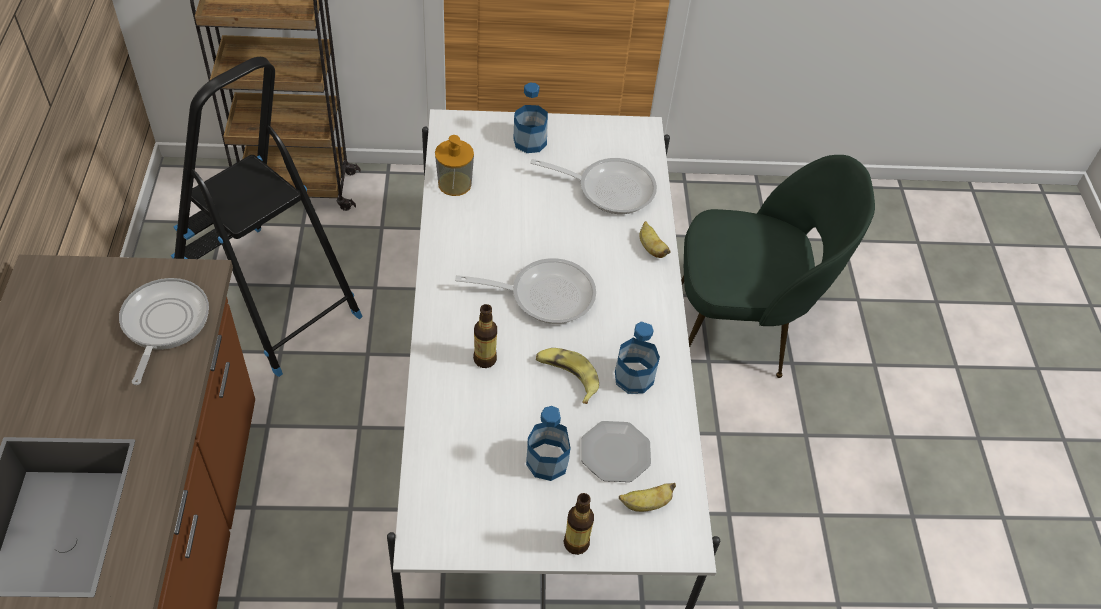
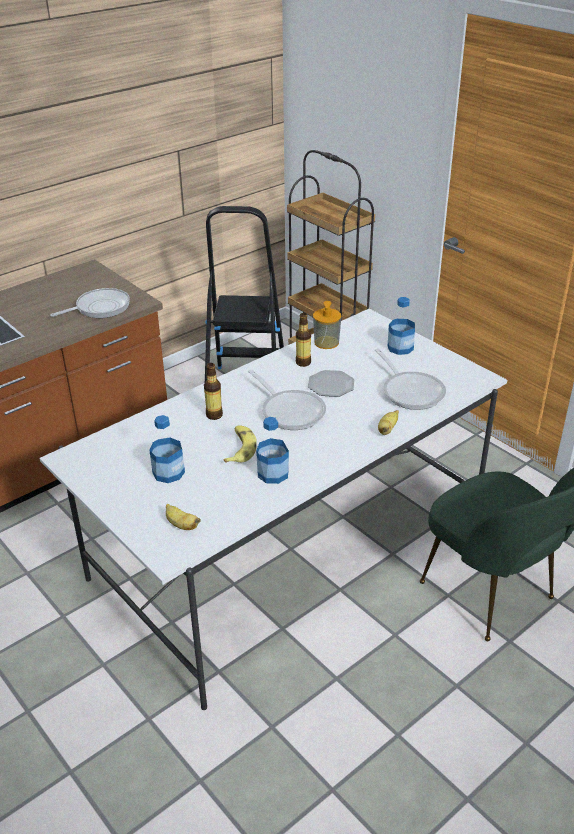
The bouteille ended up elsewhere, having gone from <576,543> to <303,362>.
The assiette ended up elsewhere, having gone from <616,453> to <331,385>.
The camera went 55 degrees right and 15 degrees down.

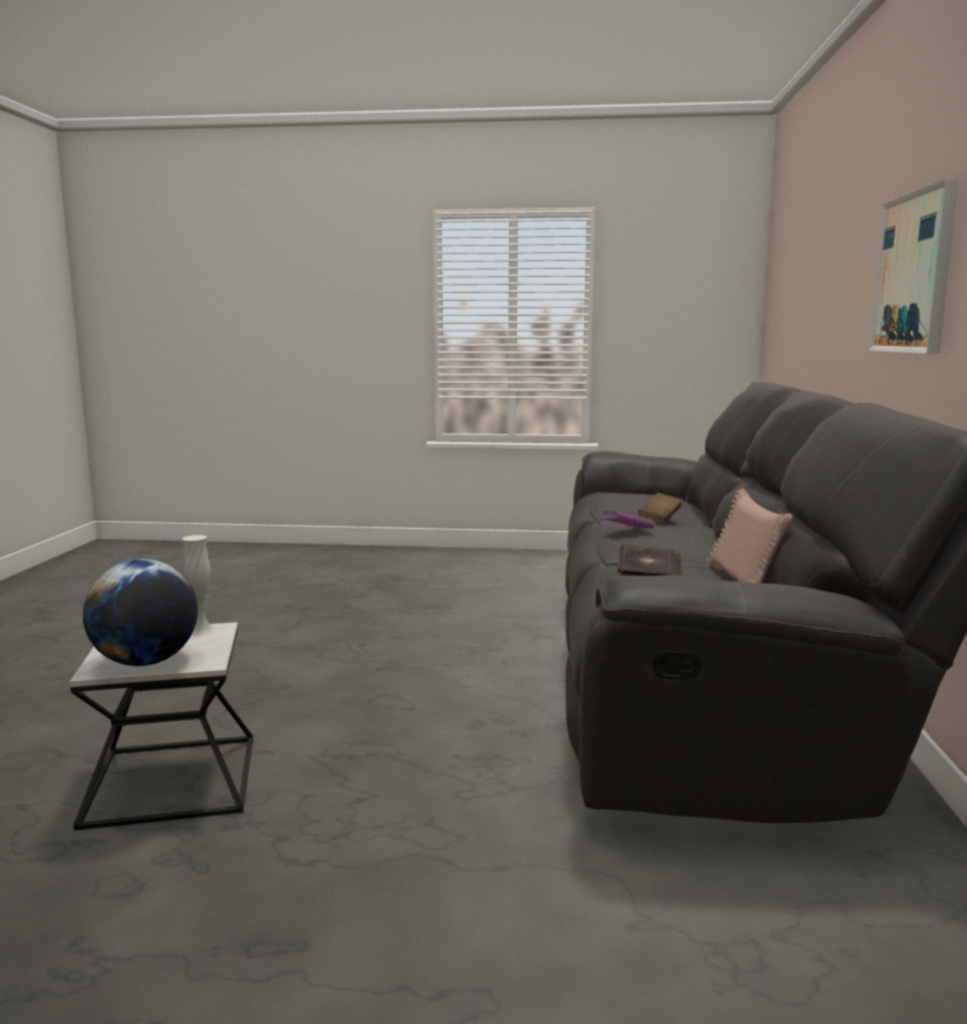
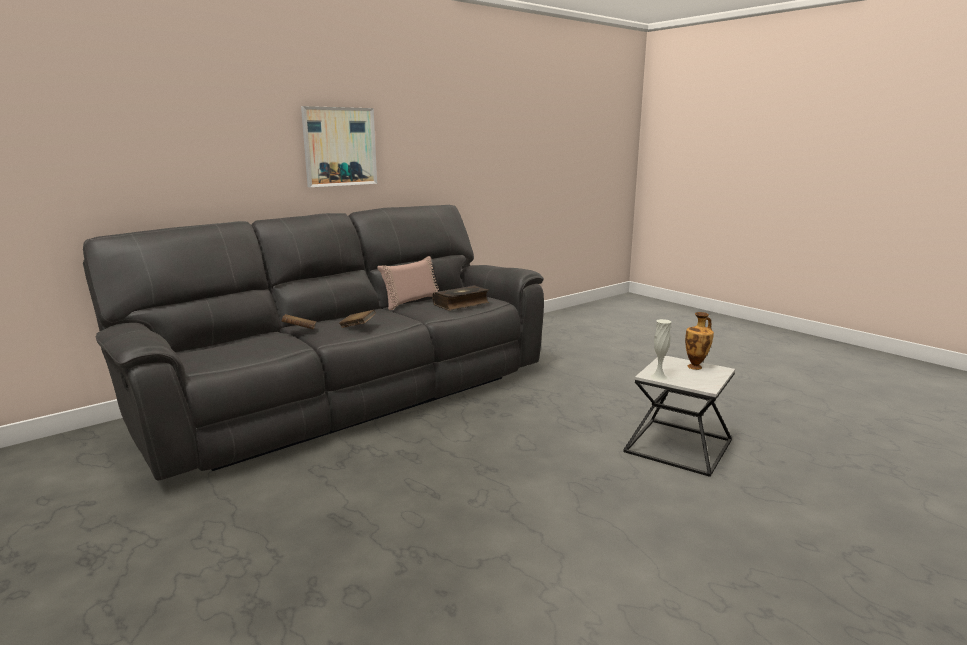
Where the globe stood at <146,662>, the vase came to stand at <696,367>.
What was the livre/violet at <627,531> turned into the livre/marron at <357,327>.
The camera went 135 degrees left and 5 degrees up.

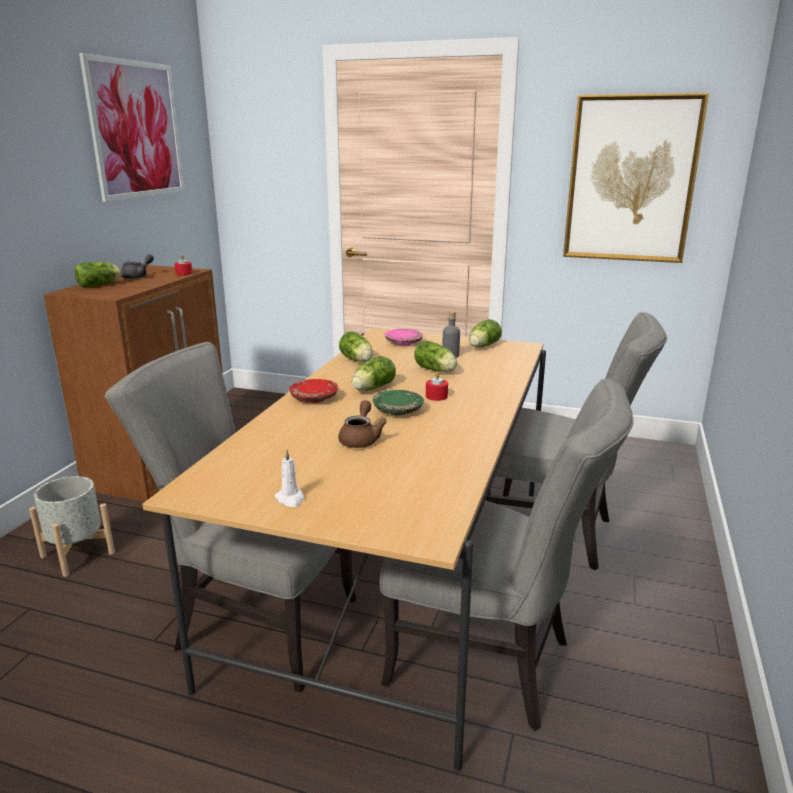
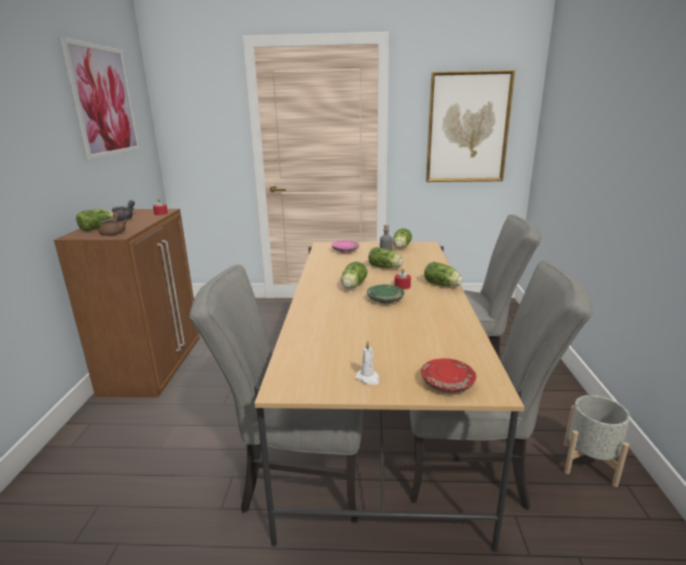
The cache-pot/gris ended up elsewhere, having gone from <77,554> to <588,463>.
The assiette/rouge ended up elsewhere, having gone from <314,398> to <447,383>.
The théière/marron ended up elsewhere, having gone from <361,439> to <114,232>.
The laitue ended up elsewhere, having gone from <357,360> to <443,285>.
The camera went 15 degrees left and 0 degrees up.

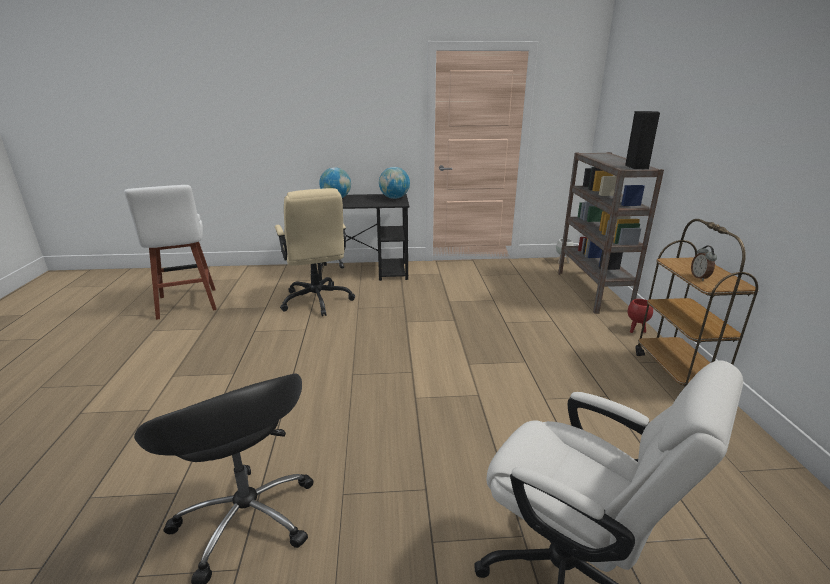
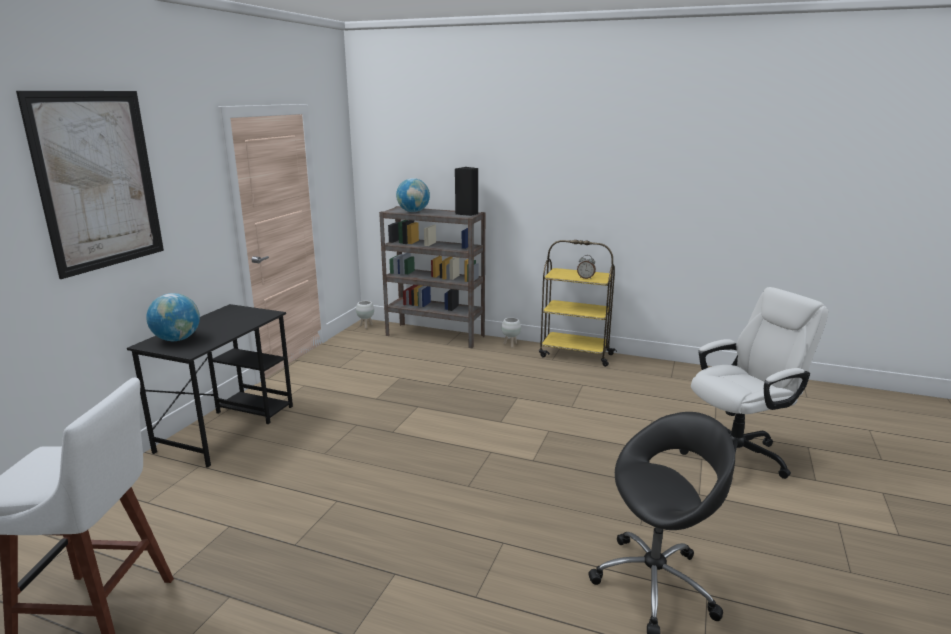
The second view lost the chaise de bureau/beige at <318,302>.
The second view gained the tableau at <98,181>.
The globe ended up elsewhere, having gone from <394,198> to <413,212>.
What was the cache-pot/rouge at <636,330> turned into the cache-pot/blanc at <511,345>.
What was the chariot/marron at <676,375> turned into the chariot/jaune at <575,355>.
The camera went 65 degrees left and 5 degrees down.

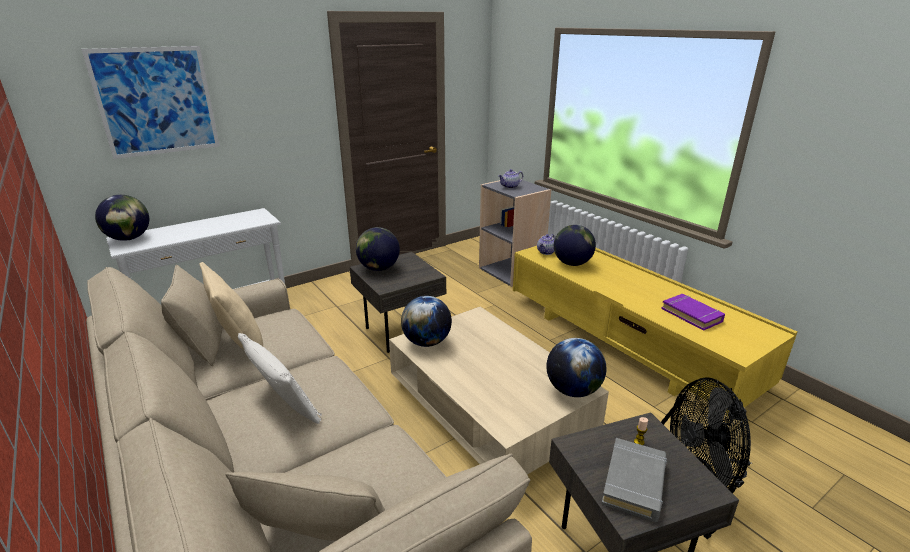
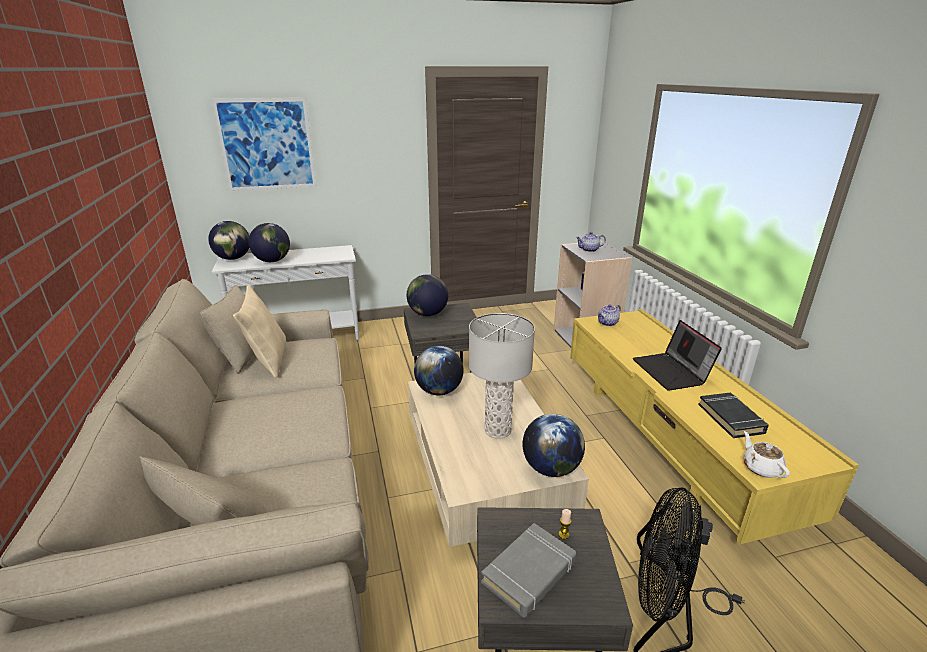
The second view lost the coussin/blanc at <283,403>.
The second view gained the lampe de table/blanc at <498,430>.
The second view gained the ordinateur portable at <672,372>.
The second view gained the théière/blanc at <761,468>.
The globe ended up elsewhere, having gone from <572,263> to <272,261>.
What was the livre/violet at <692,315> turned into the livre/noir at <731,418>.
The camera went 20 degrees right and 0 degrees up.

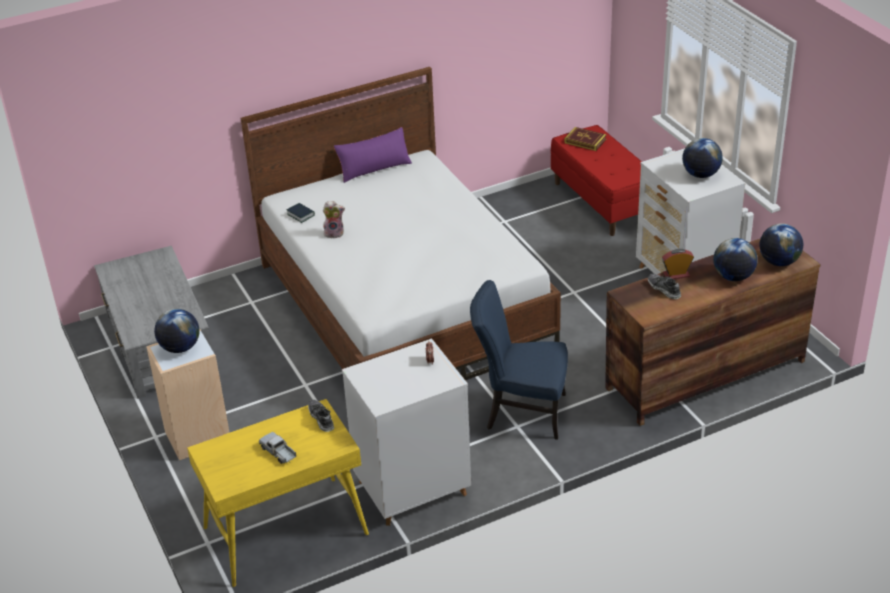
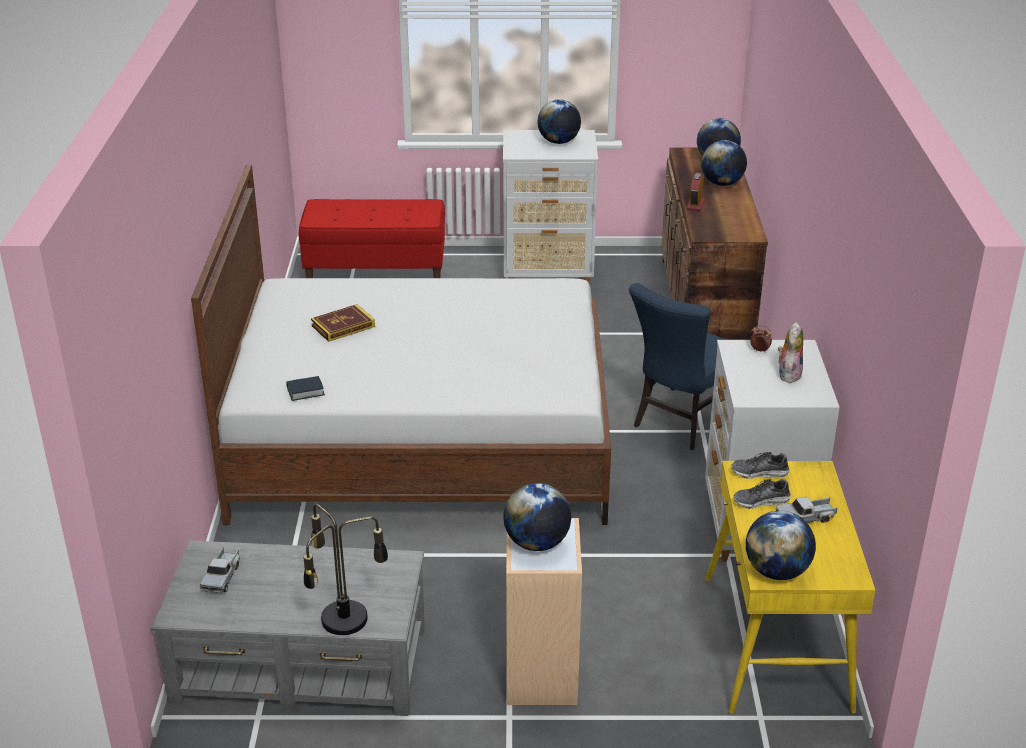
The second view lost the coussin/violet at <374,169>.
The second view gained the camion jouet at <222,576>.
The second view gained the lampe de table at <344,618>.
The second view gained the globe at <777,571>.
The peluche ended up elsewhere, having gone from <334,233> to <788,374>.
The livre ended up elsewhere, having gone from <585,141> to <343,326>.
The chaussure ended up elsewhere, having gone from <664,289> to <761,501>.
The camera went 65 degrees left and 5 degrees down.

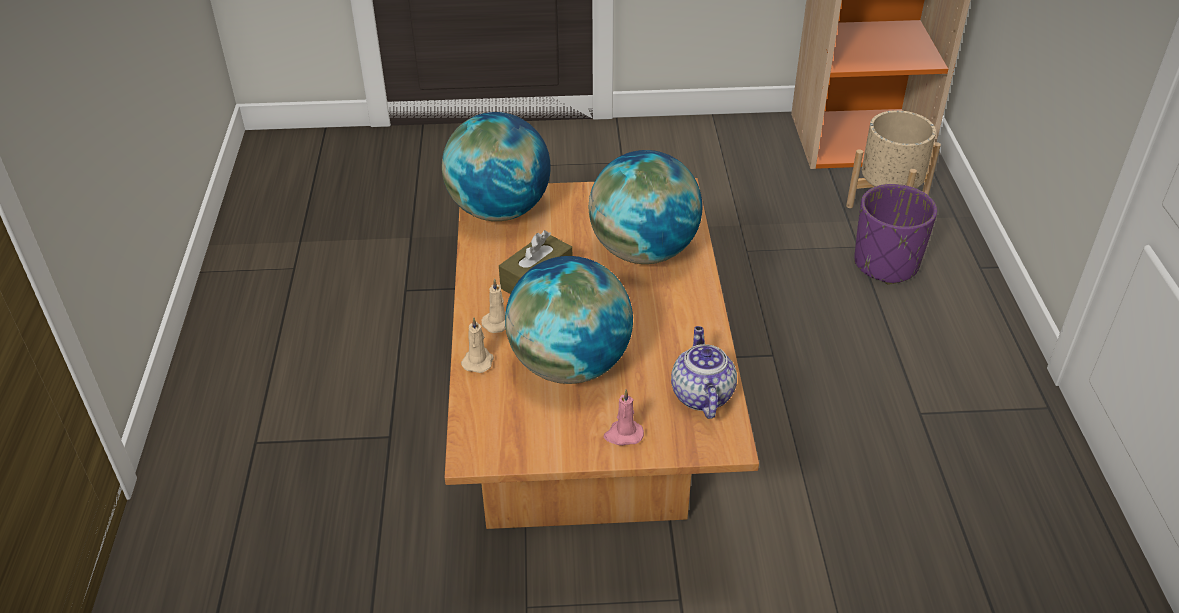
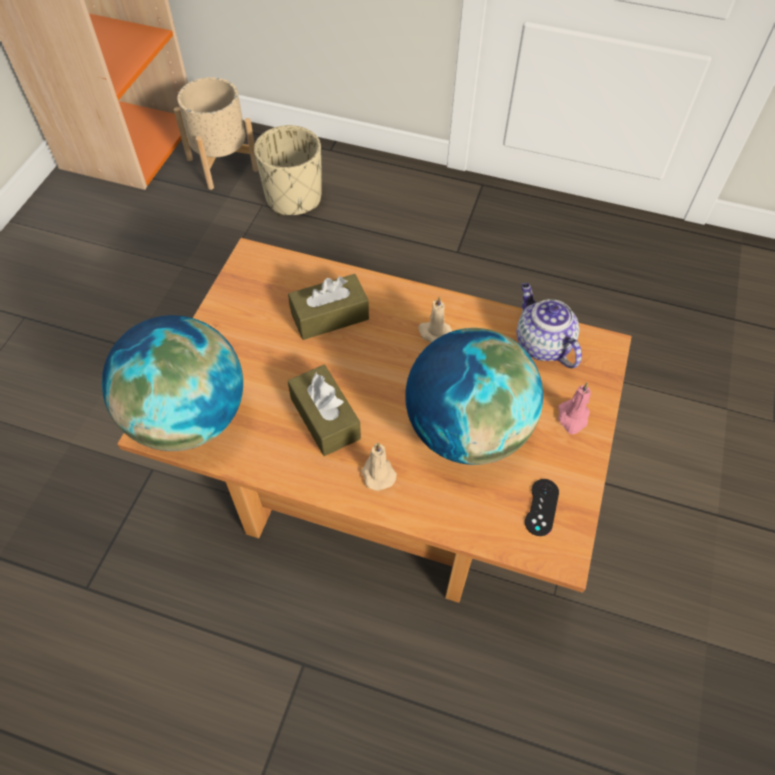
The second view gained the manette/noir at <541,507>.
The bougie/beige ended up elsewhere, having gone from <478,361> to <434,333>.
Where the globe stood at <644,251>, the boîte à mouchoirs/marron came to stand at <329,316>.
What was the cache-pot/violet at <886,264> turned into the cache-pot/beige at <294,198>.
The théière at <701,394> ended up facing another way, 45 degrees clockwise from before.
The camera went 70 degrees left and 15 degrees up.

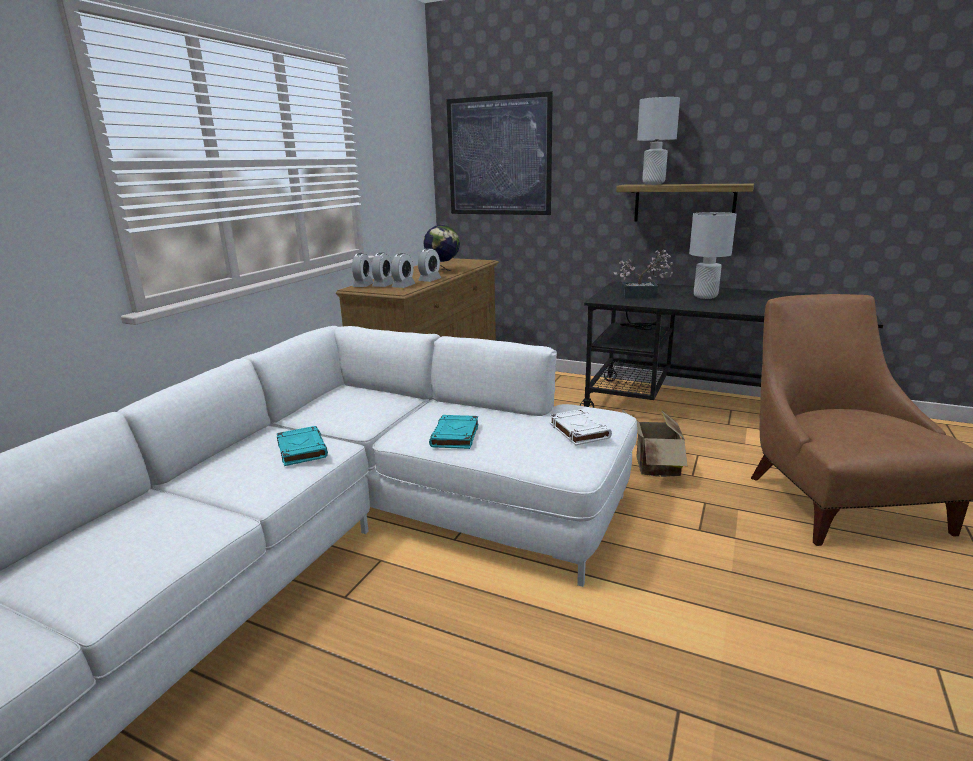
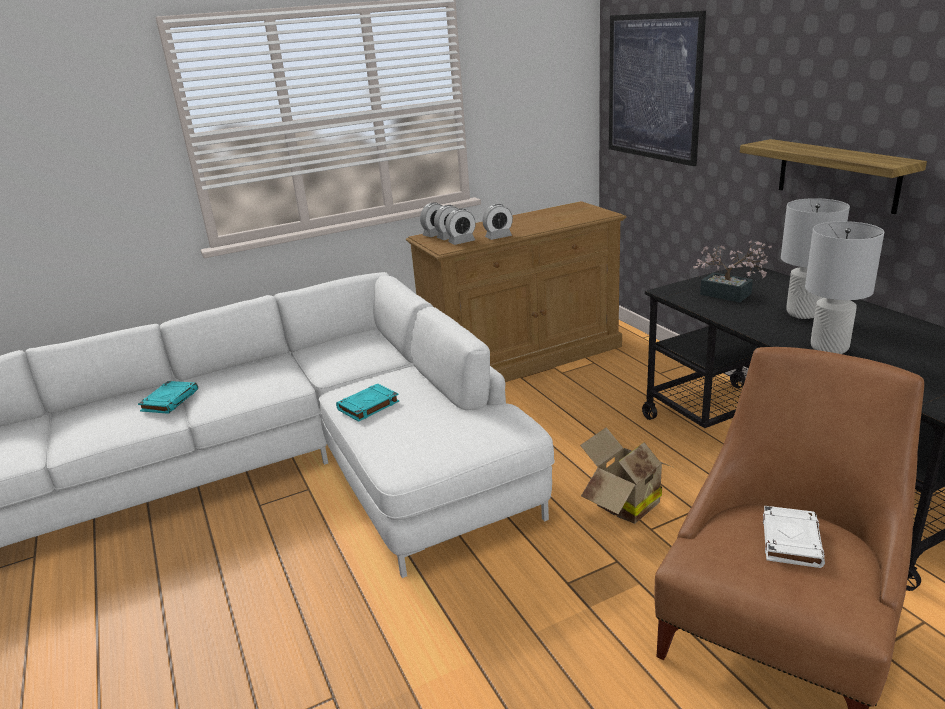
The second view lost the globe at <443,271>.
The livre/turquoise ended up elsewhere, having gone from <301,449> to <170,400>.
The livre/blanc ended up elsewhere, having gone from <578,430> to <790,540>.
The lampe de table/gris ended up elsewhere, having gone from <653,184> to <828,351>.
The camera went 40 degrees right and 5 degrees up.

